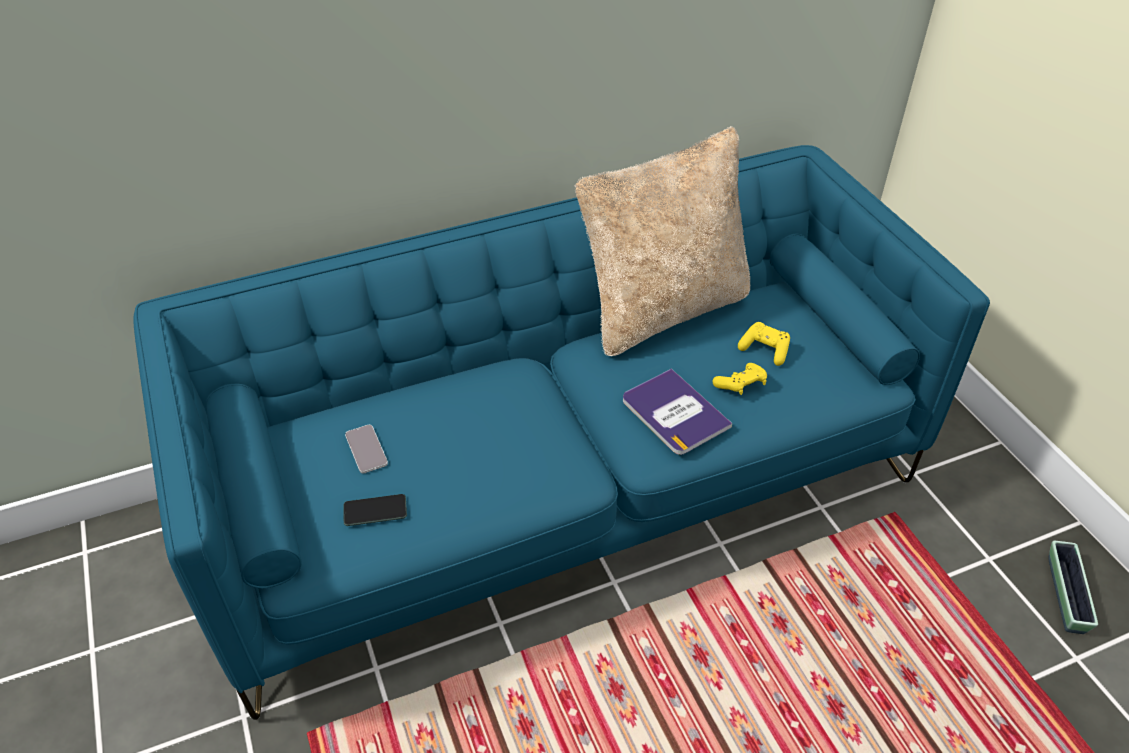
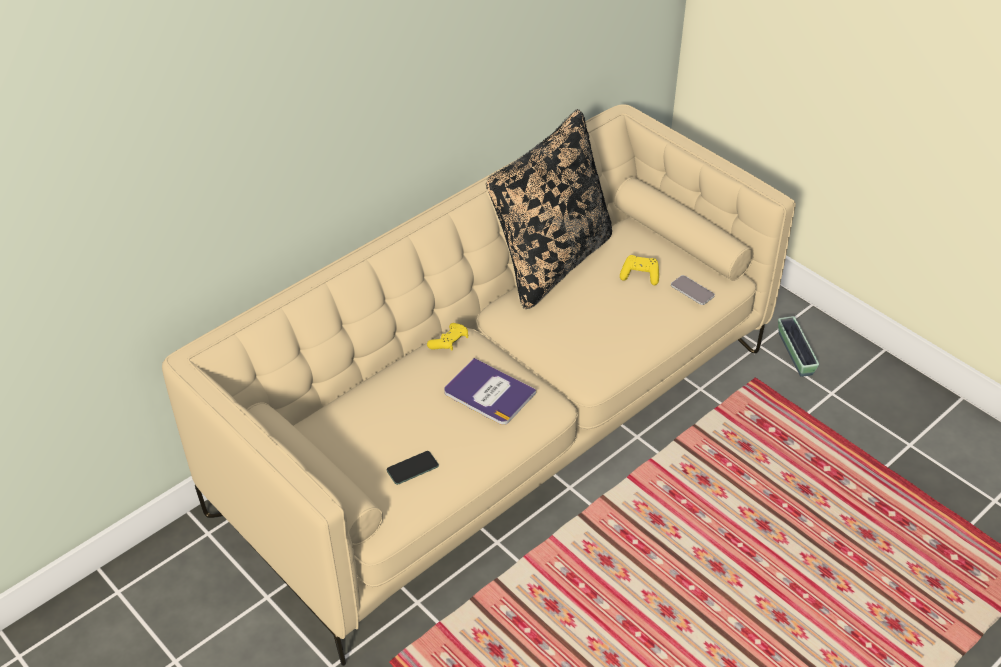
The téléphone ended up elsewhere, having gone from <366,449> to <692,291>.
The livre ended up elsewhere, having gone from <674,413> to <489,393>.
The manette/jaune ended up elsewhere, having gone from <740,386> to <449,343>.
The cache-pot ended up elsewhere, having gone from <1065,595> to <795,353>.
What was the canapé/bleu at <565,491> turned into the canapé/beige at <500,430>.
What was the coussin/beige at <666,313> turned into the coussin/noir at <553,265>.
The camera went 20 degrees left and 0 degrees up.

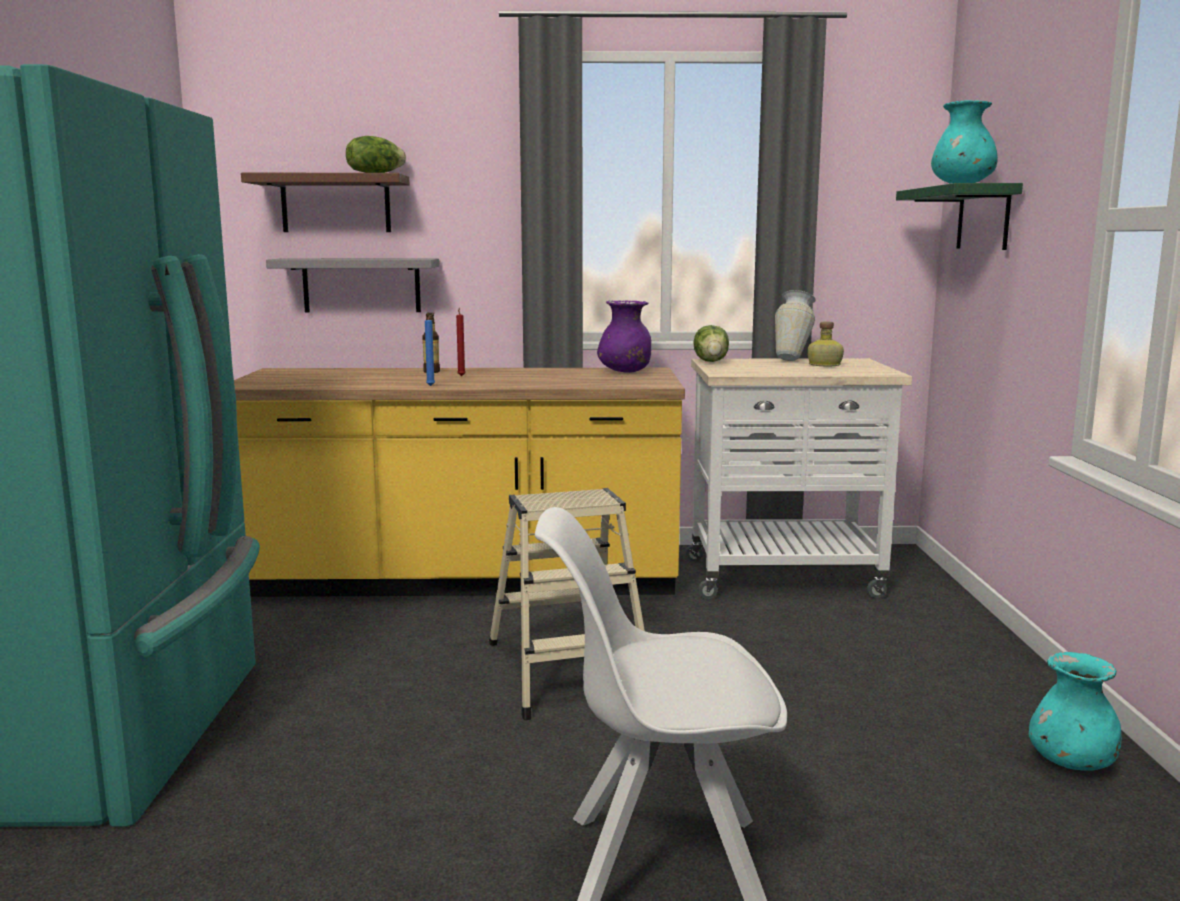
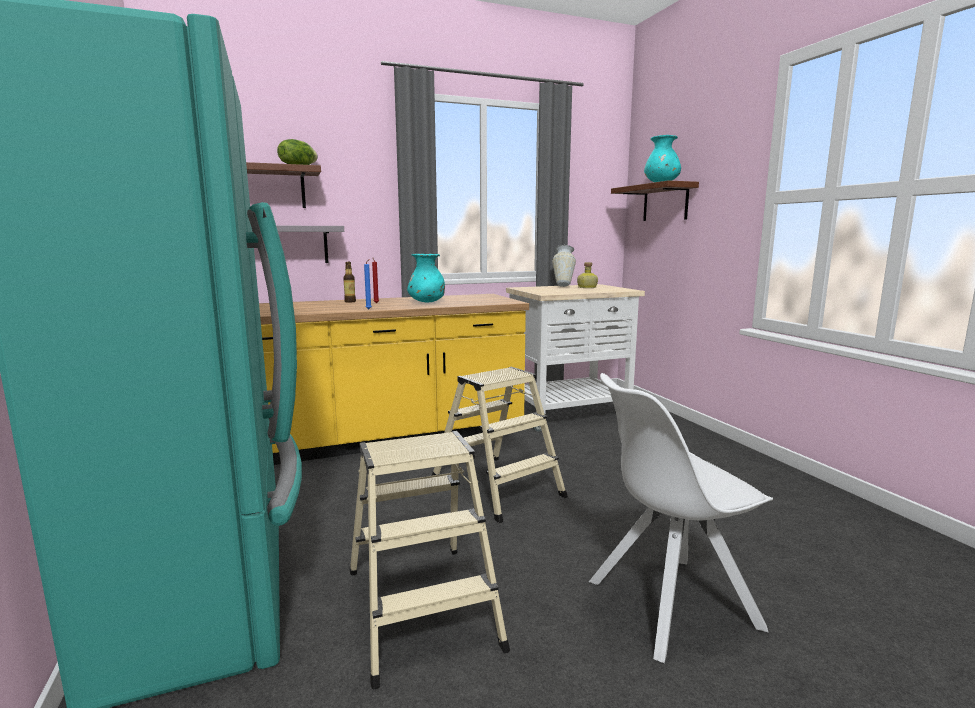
The second view lost the vase/violet at <625,372>.
The second view lost the laitue at <712,362>.
The second view gained the escabeau/beige at <421,606>.
The vase/turquoise ended up elsewhere, having gone from <1070,763> to <426,302>.
What was the étagère/vert at <983,218> turned into the étagère/marron at <665,203>.
The camera went 20 degrees left and 0 degrees up.

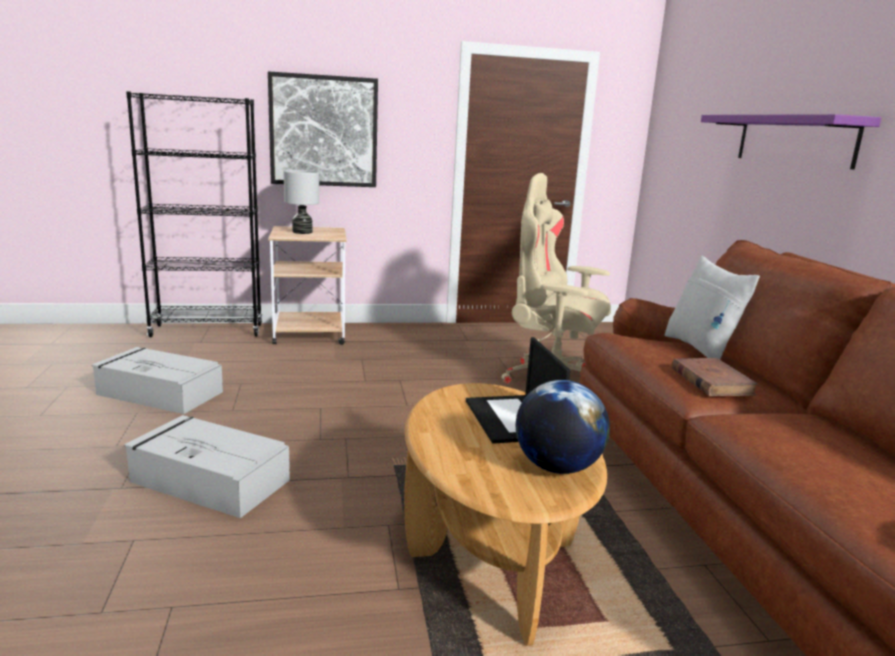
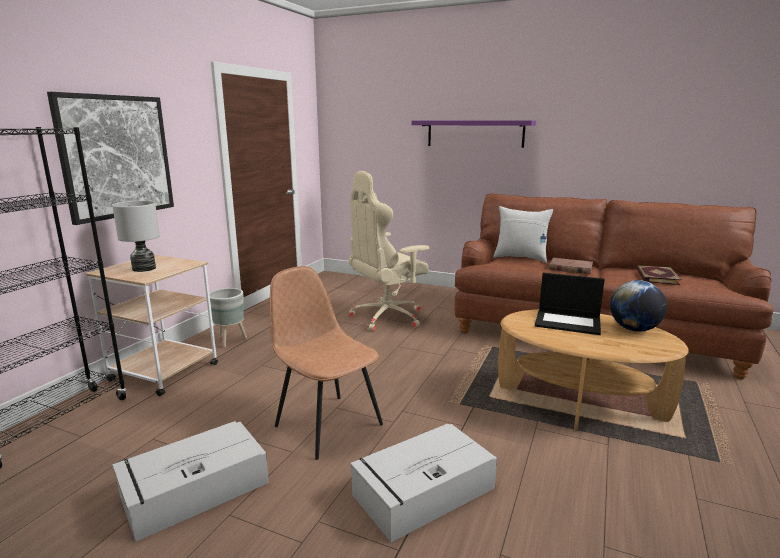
The second view gained the cache-pot/gris at <230,340>.
The second view gained the chaise/marron at <327,424>.
The second view gained the livre at <656,277>.
The camera went 55 degrees left and 0 degrees up.

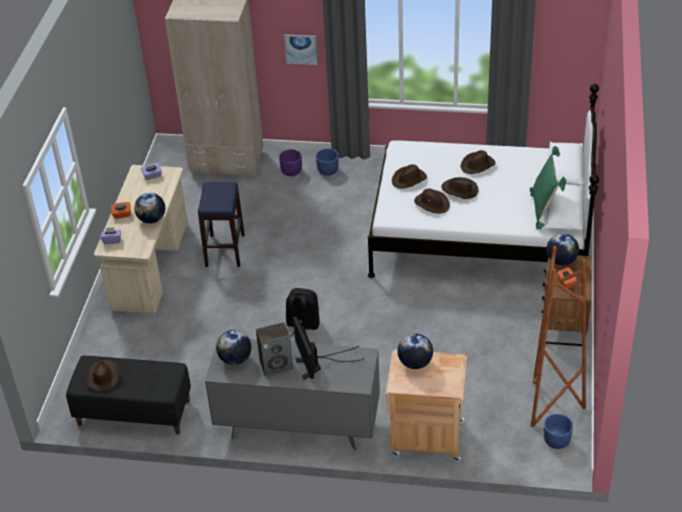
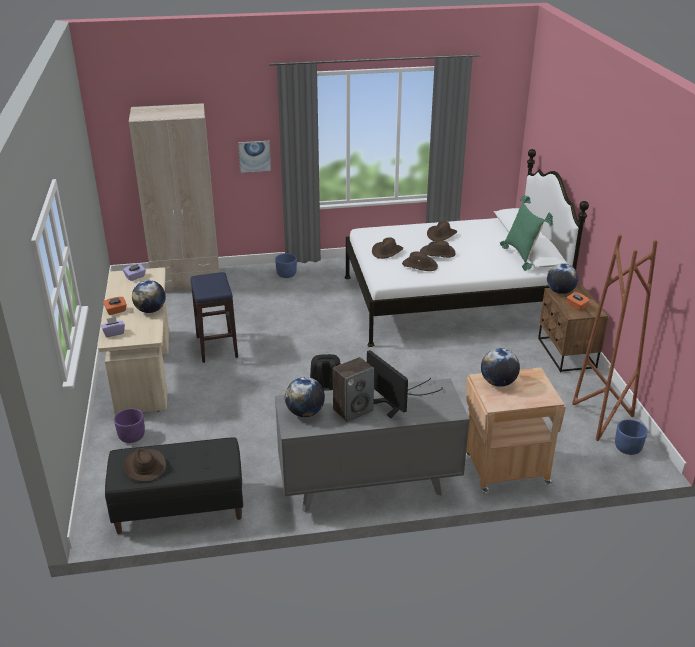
The cache-pot/violet ended up elsewhere, having gone from <291,171> to <131,436>.
The camera went 20 degrees left and 10 degrees down.

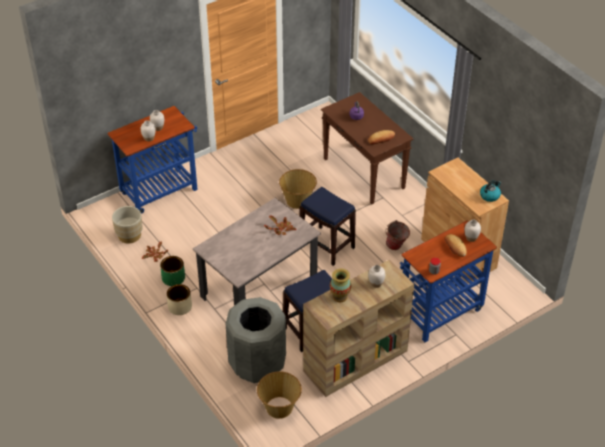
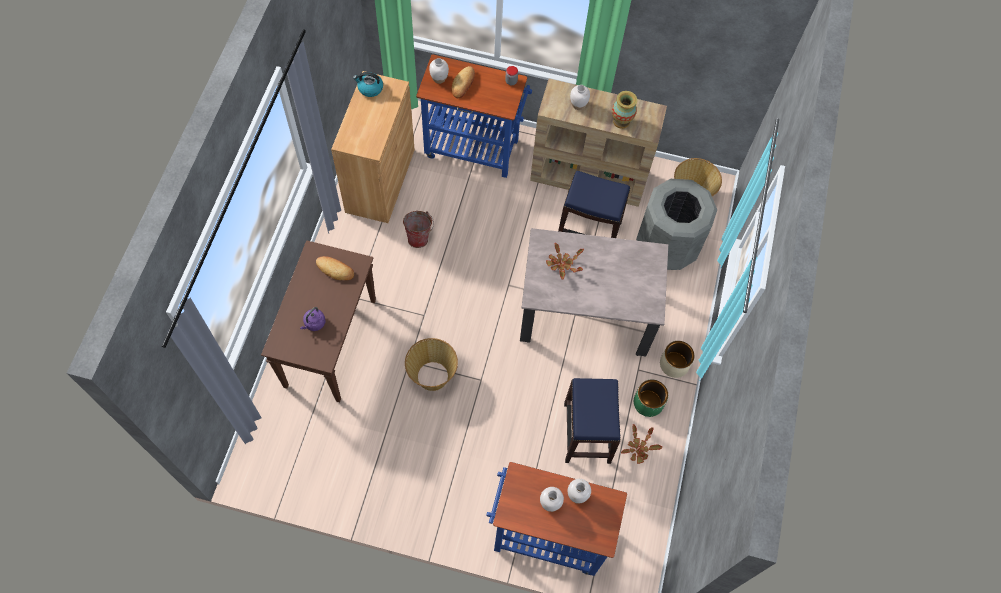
The second view lost the cache-pot/beige at <129,235>.
The tabouret ended up elsewhere, having gone from <326,246> to <586,433>.
The camera went 135 degrees left and 20 degrees up.

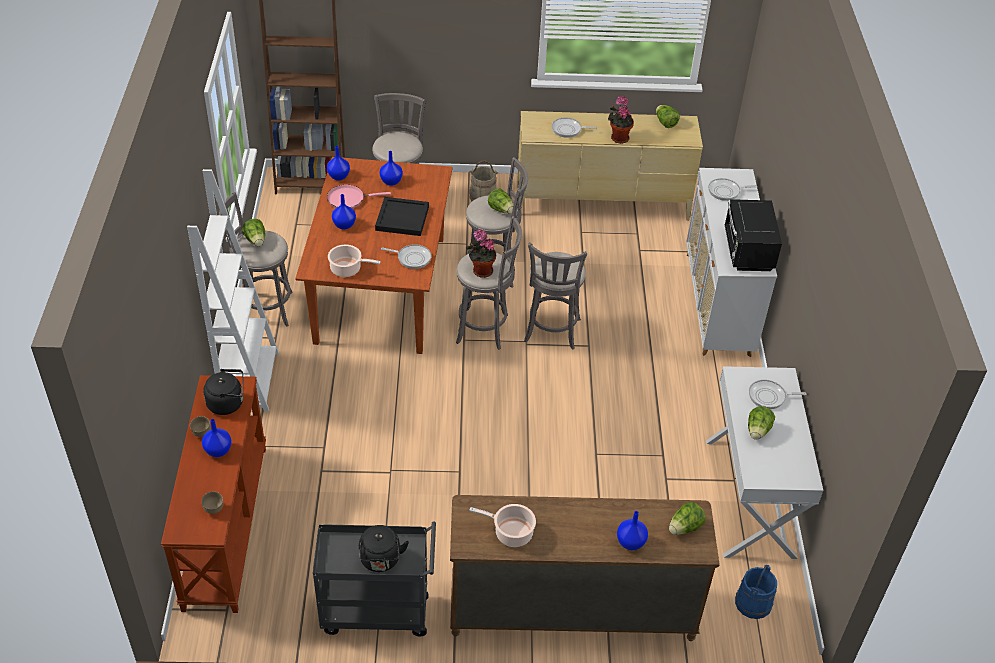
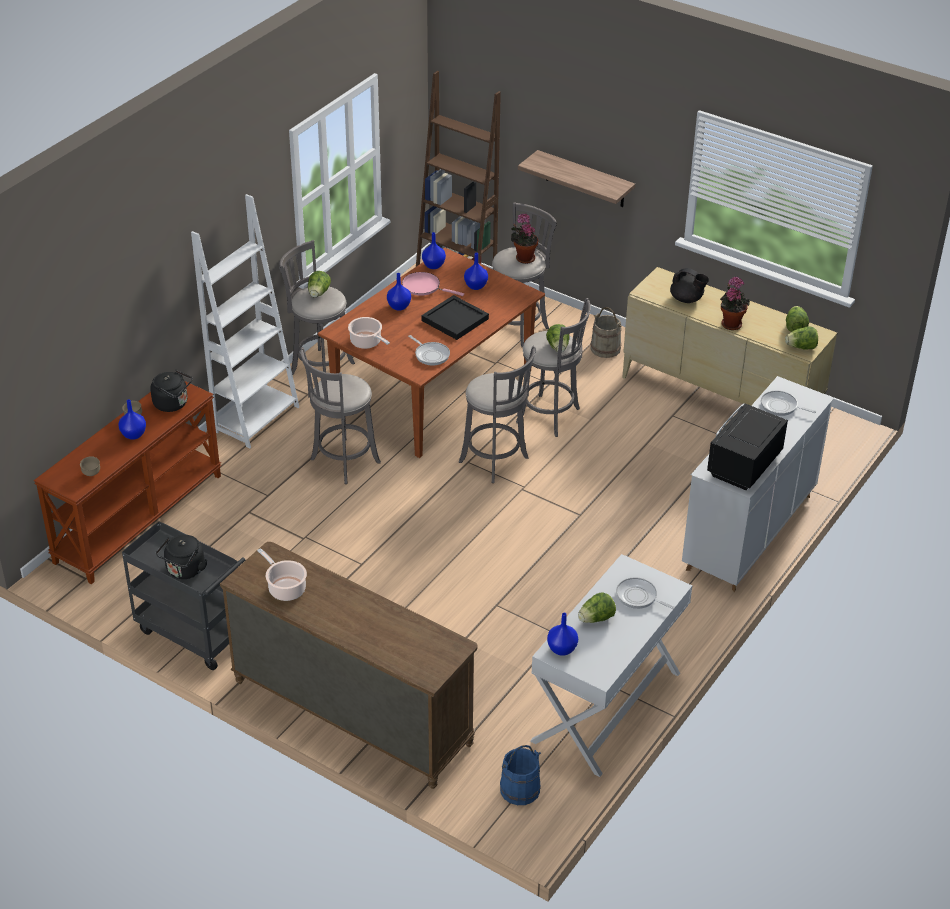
The second view gained the étagère at <585,179>.
The plante en pot ended up elsewhere, having gone from <481,271> to <523,258>.
The tabouret/gris ended up elsewhere, having gone from <551,332> to <342,462>.
The vase/bleu ended up elsewhere, having gone from <630,543> to <561,649>.
The laitue ended up elsewhere, having gone from <685,528> to <801,347>.
Where the poêle stood at <568,130>, the théière/noir came to stand at <687,299>.
The camera went 35 degrees right and 5 degrees down.

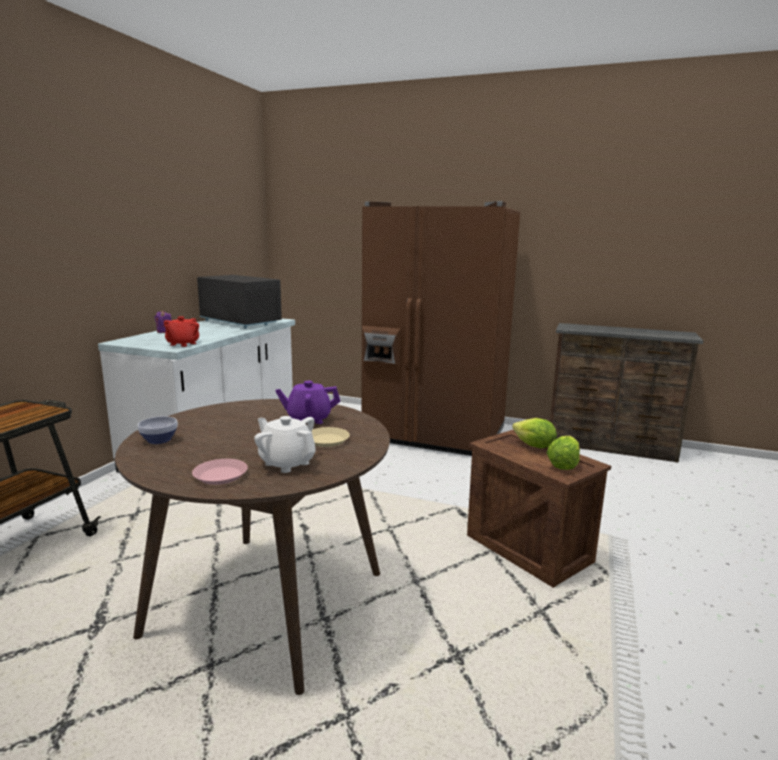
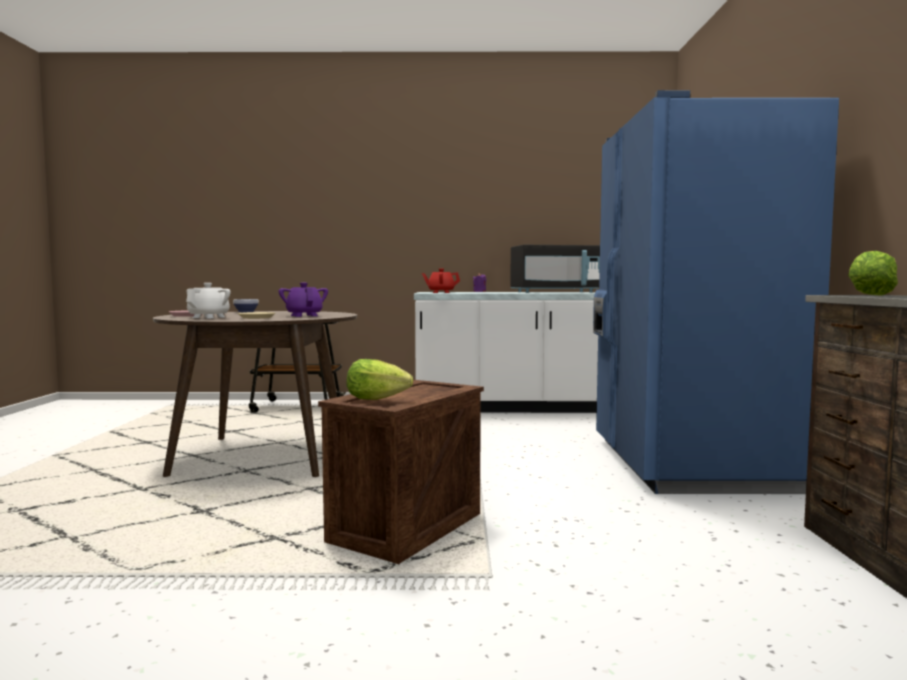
The laitue ended up elsewhere, having gone from <534,446> to <870,295>.
What was the réfrigérateur/marron at <435,434> turned into the réfrigérateur/bleu at <689,463>.
The micro-ondes/noir at <240,322> ended up facing another way, 60 degrees clockwise from before.
The camera went 70 degrees right and 10 degrees down.

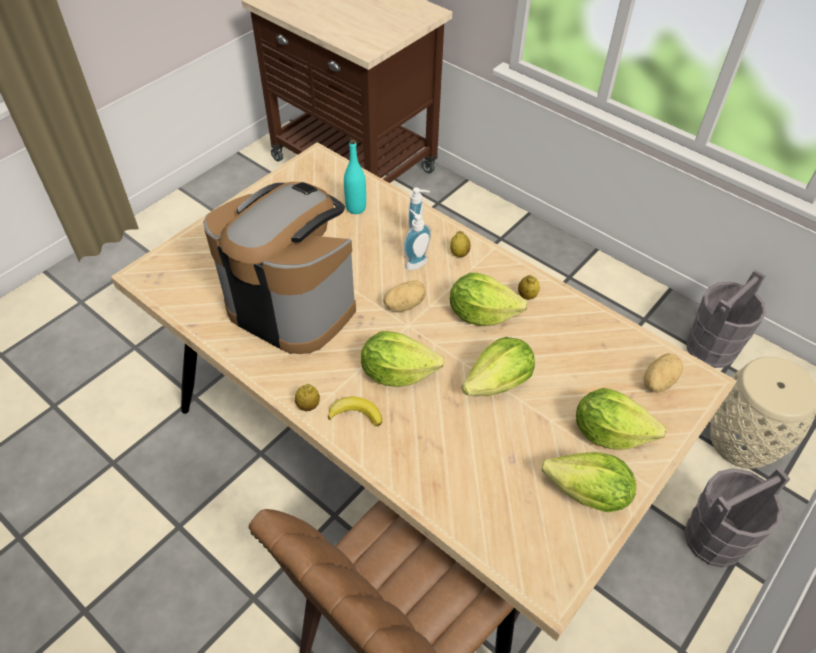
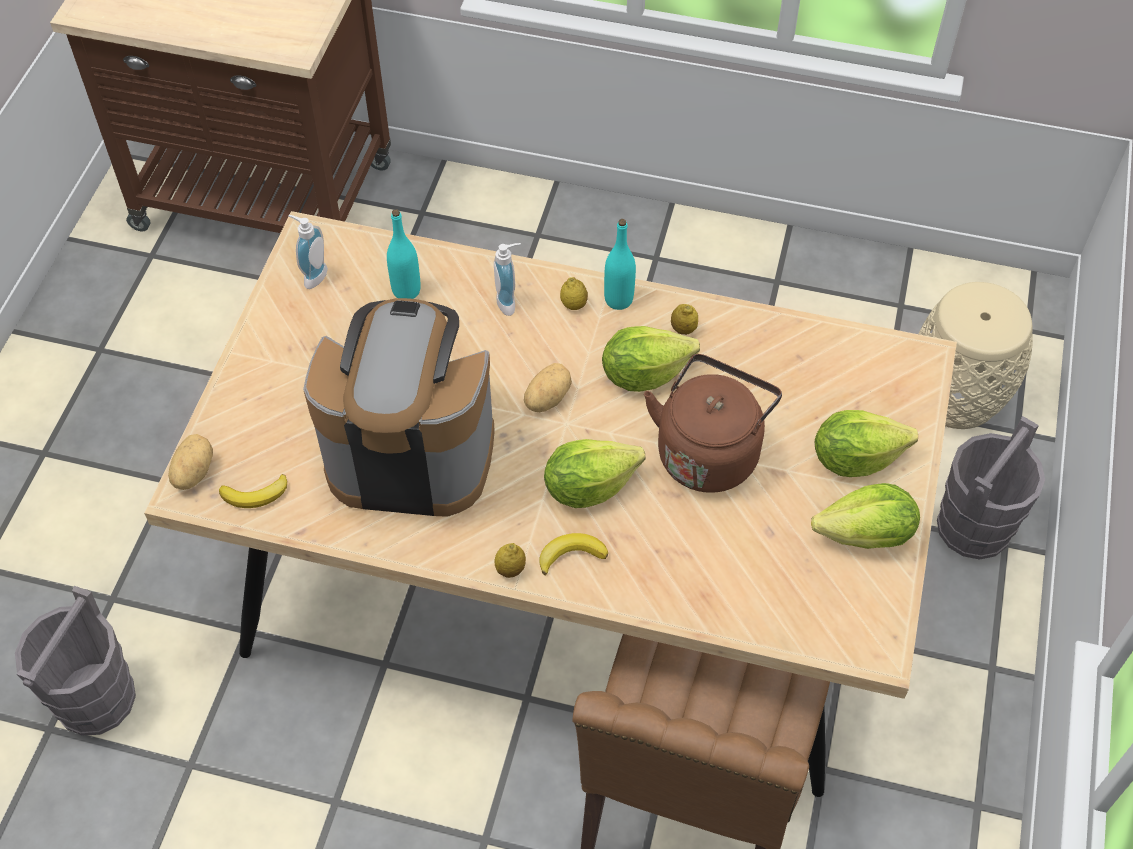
The second view gained the banane at <256,495>.
The second view gained the bouteille/turquoise at <618,299>.
The distributeur de savon ended up elsewhere, having gone from <414,262> to <312,275>.
The pomme de terre ended up elsewhere, having gone from <657,381> to <192,472>.
The seau/gris ended up elsewhere, having gone from <711,348> to <96,698>.
Where the laitue stood at <498,383>, the bouilloire/marron came to stand at <709,451>.
The camera went 25 degrees left and 5 degrees up.

